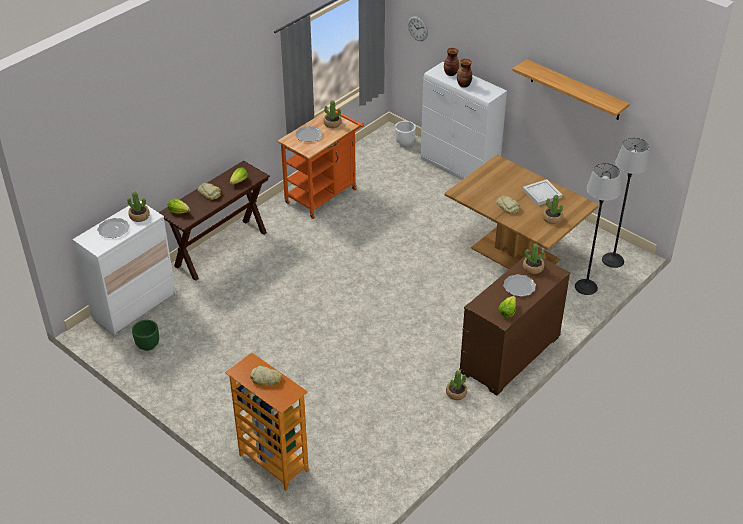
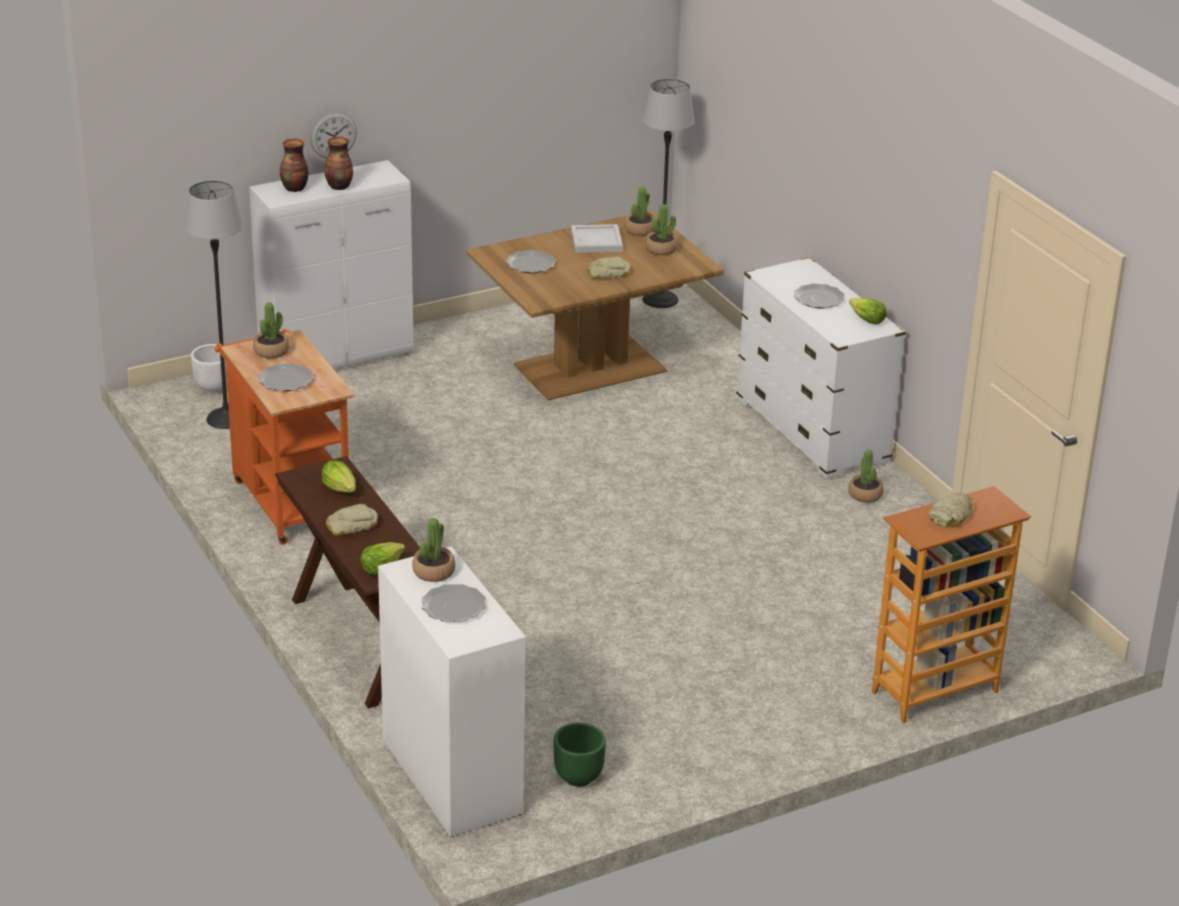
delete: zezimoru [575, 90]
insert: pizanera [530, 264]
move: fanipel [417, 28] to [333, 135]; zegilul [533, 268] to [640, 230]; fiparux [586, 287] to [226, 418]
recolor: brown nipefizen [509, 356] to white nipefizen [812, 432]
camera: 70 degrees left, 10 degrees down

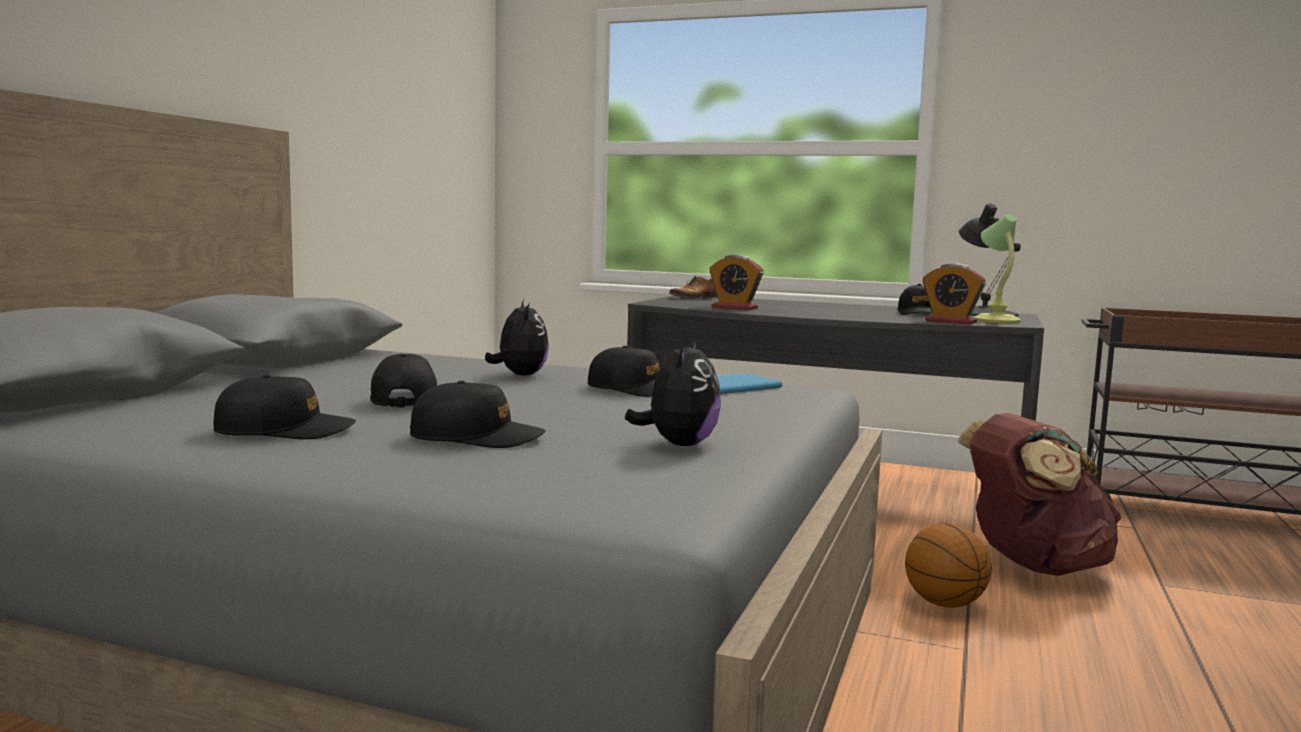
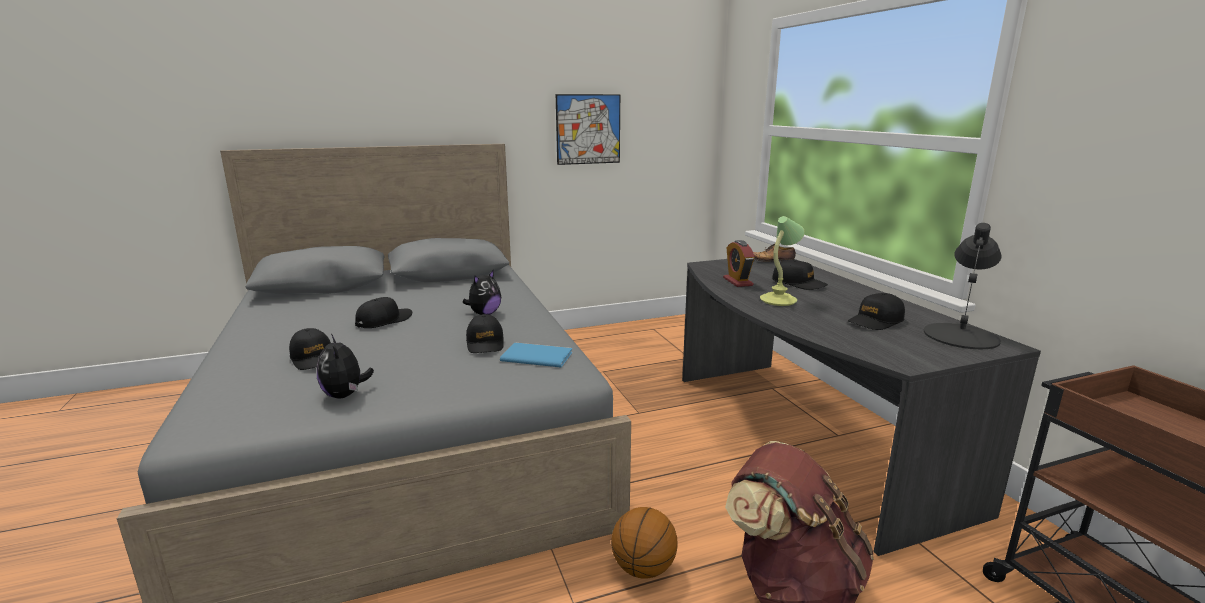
delete: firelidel [950, 322]
insert: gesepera [588, 129]
move: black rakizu [284, 431] to [798, 283]; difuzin [996, 321] to [779, 300]
rotate: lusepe [679, 444] = [345, 395] 90 degrees clockwise
camera: 50 degrees right, 10 degrees up

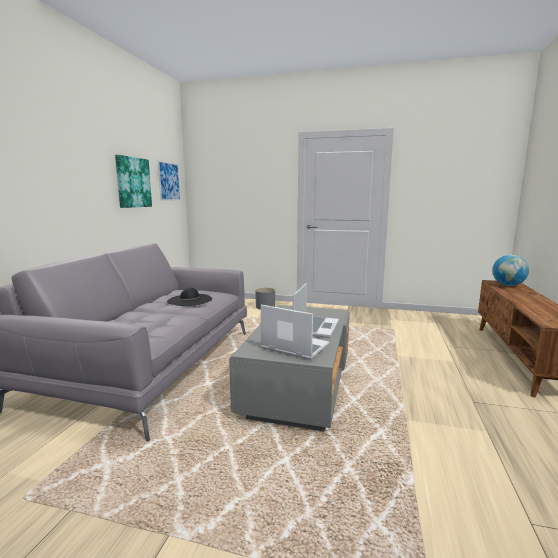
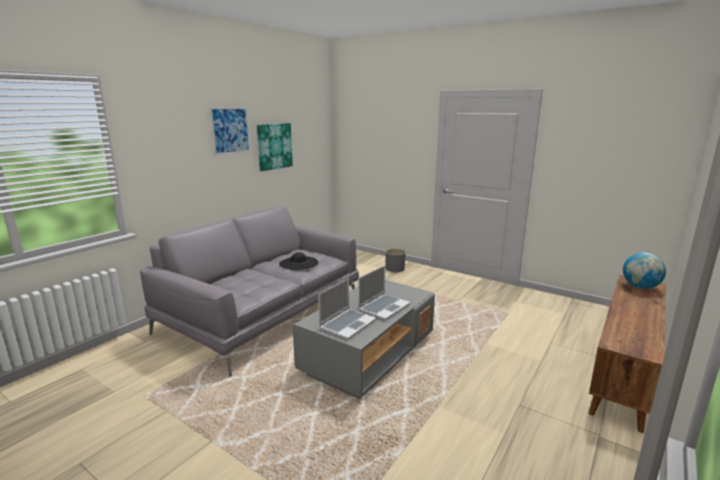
move: gesepera [169, 181] to [230, 130]
rotate: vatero [293, 347] = [347, 324] 75 degrees clockwise
camera: 20 degrees right, 5 degrees up

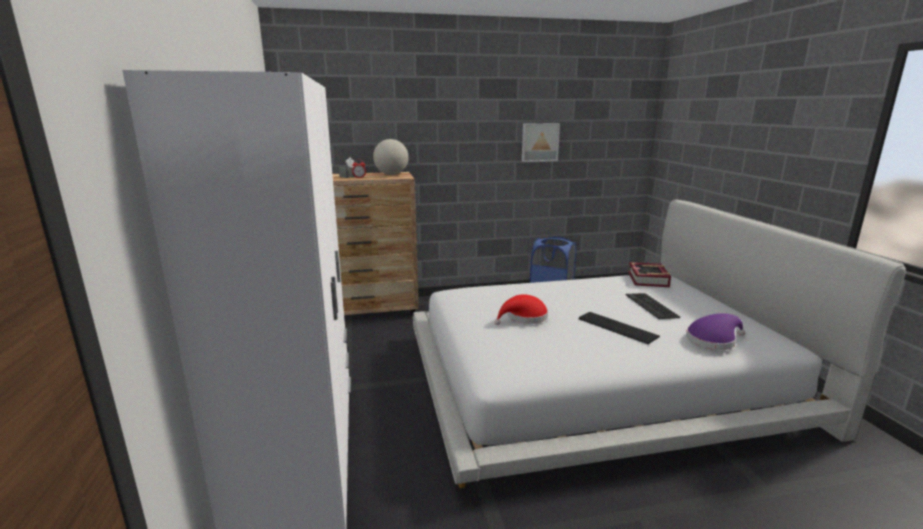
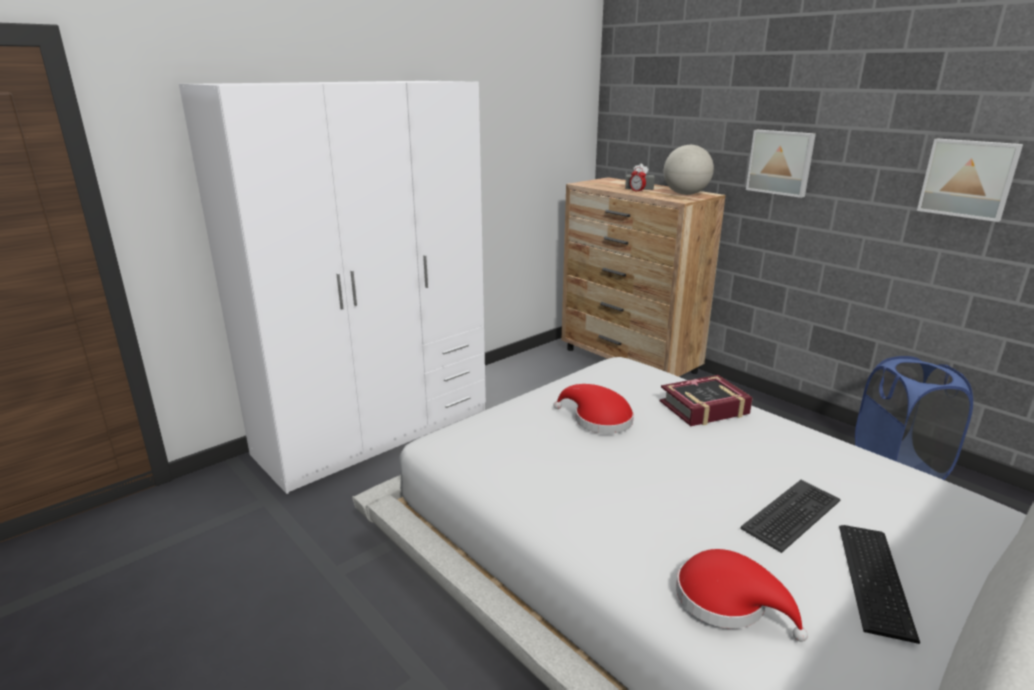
insert: gesepera [780, 162]
move: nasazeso [617, 326] to [877, 578]; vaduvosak [648, 279] to [704, 408]
recolor: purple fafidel [713, 340] to red fafidel [728, 601]
camera: 60 degrees right, 5 degrees up

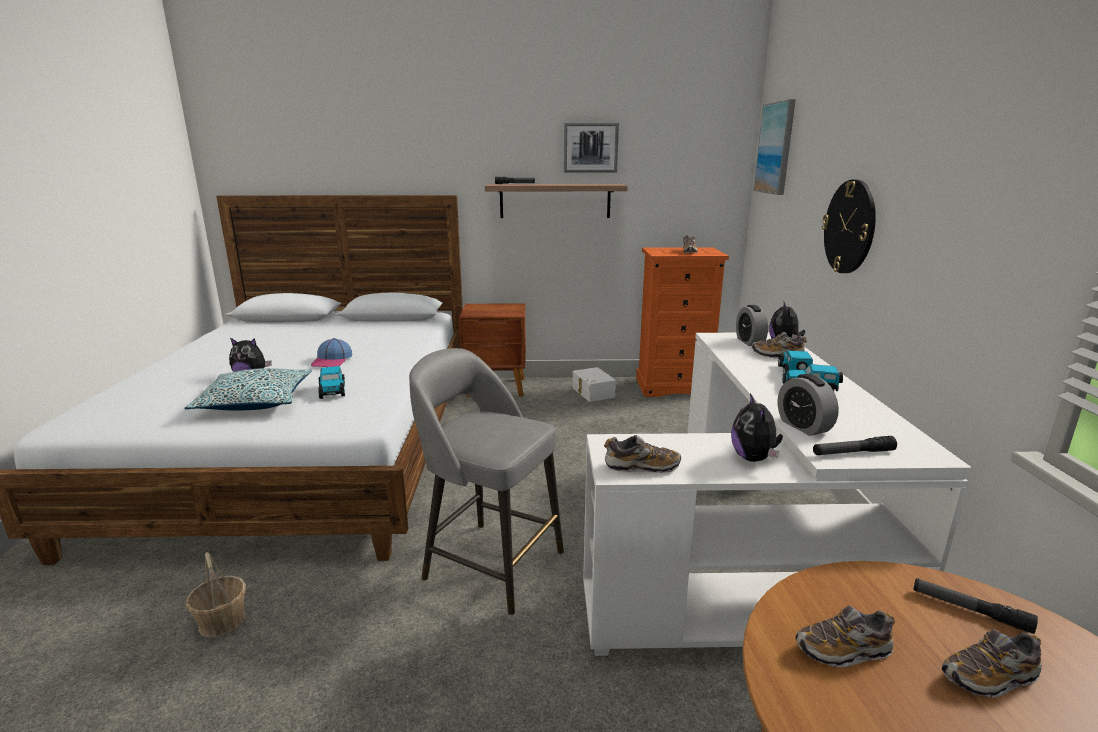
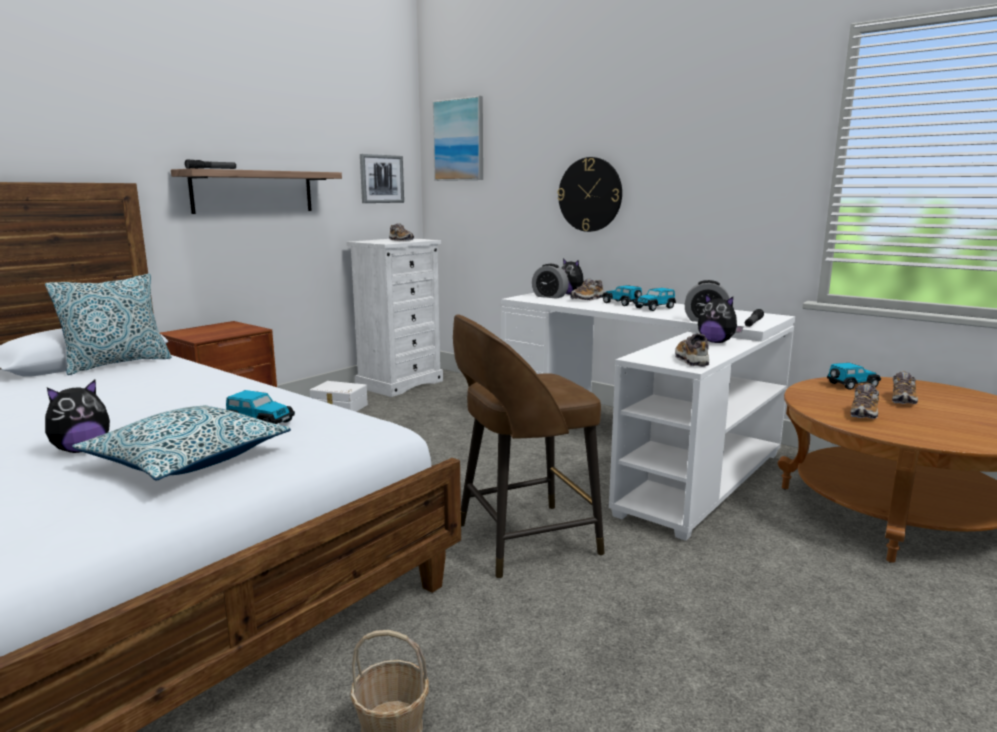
delete: rakizu [332, 361]
insert: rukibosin [117, 364]
move: gesepera [590, 147] to [381, 179]
replace: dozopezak [970, 610] to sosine [851, 385]
recolor: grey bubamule [490, 563] to brown bubamule [523, 540]; orange nipefizen [673, 387] to white nipefizen [400, 383]
rotate: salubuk [641, 467] = [691, 360] 45 degrees counterclockwise
camera: 50 degrees left, 5 degrees down

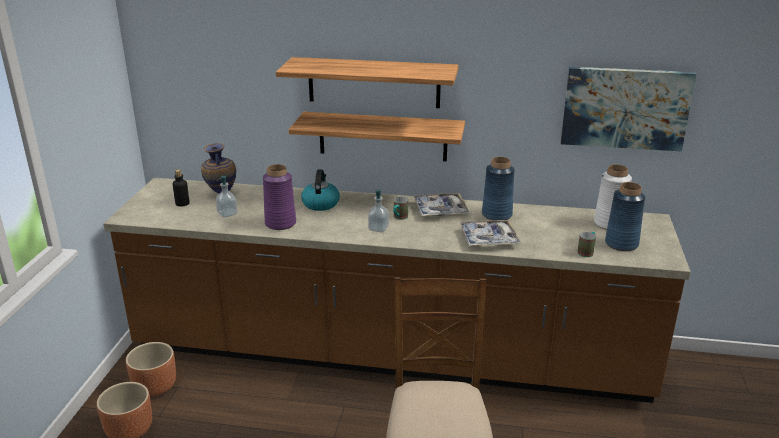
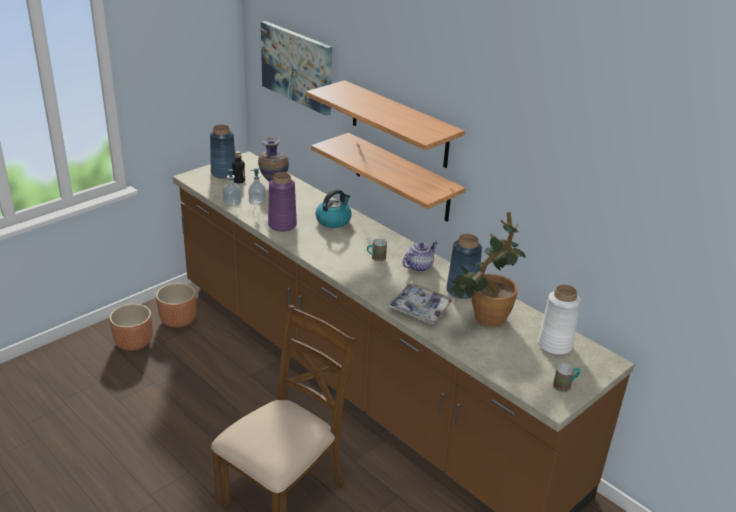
insert: zegilul [483, 320]
move: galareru [378, 228] to [232, 202]; gesepera [625, 108] to [297, 67]; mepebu [587, 252] to [565, 386]; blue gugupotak [621, 243] to [224, 173]
replace: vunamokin [440, 210] to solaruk [419, 266]
camera: 35 degrees right, 5 degrees up

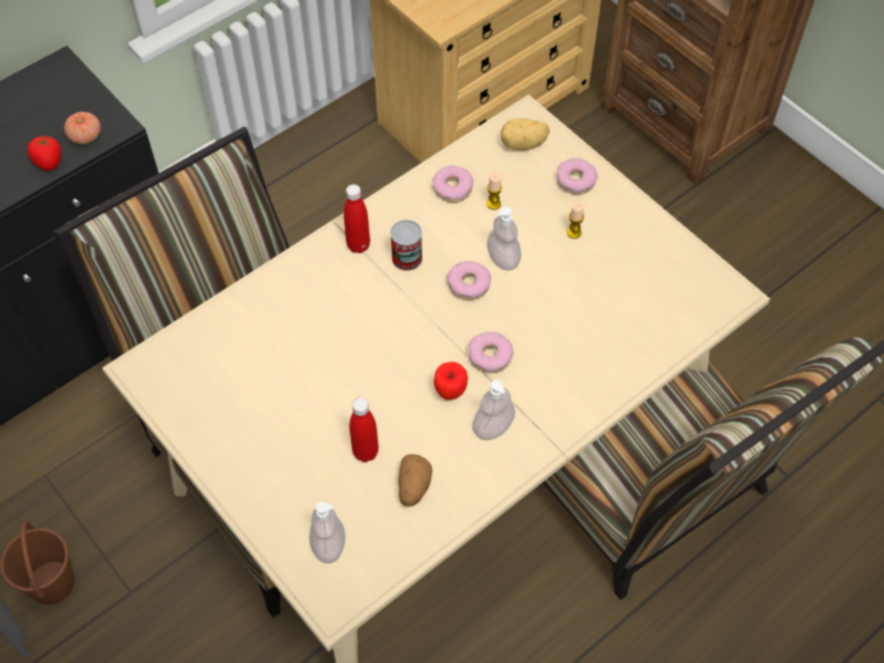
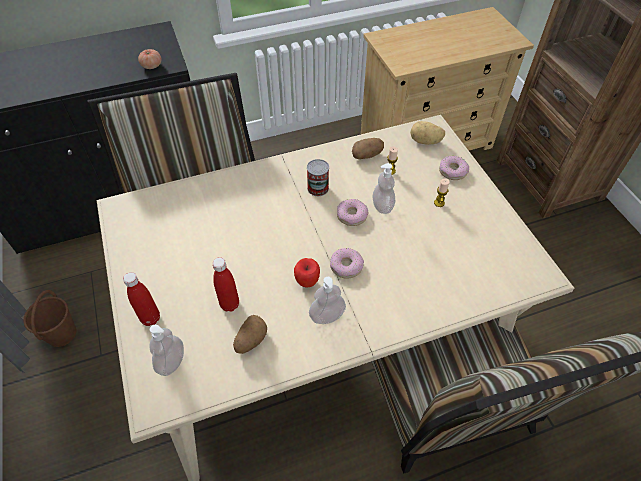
delete: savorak [49, 162]
move: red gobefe [358, 245] to [150, 318]
replace: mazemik [453, 188] to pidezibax [367, 155]
camera: 20 degrees right, 5 degrees down

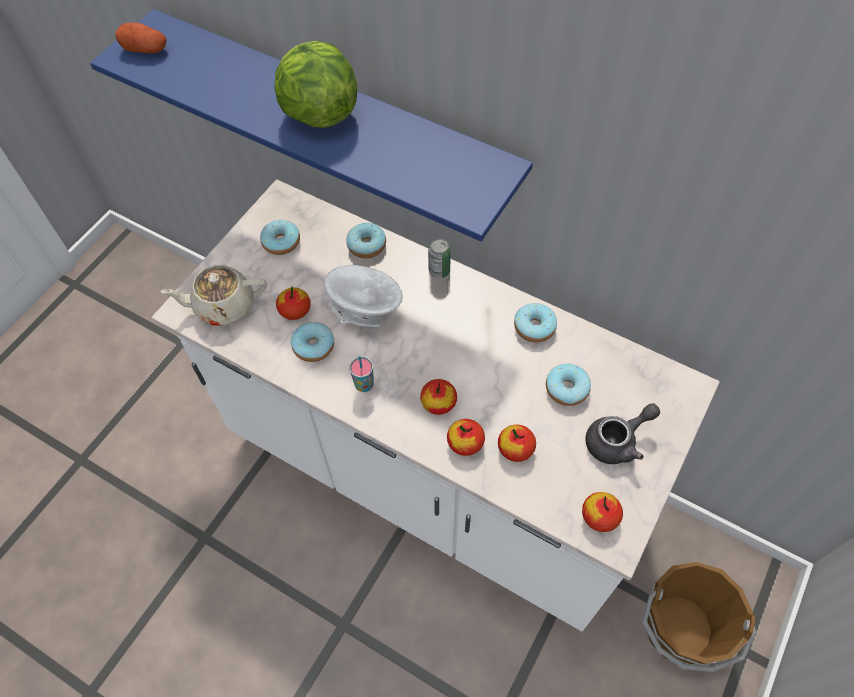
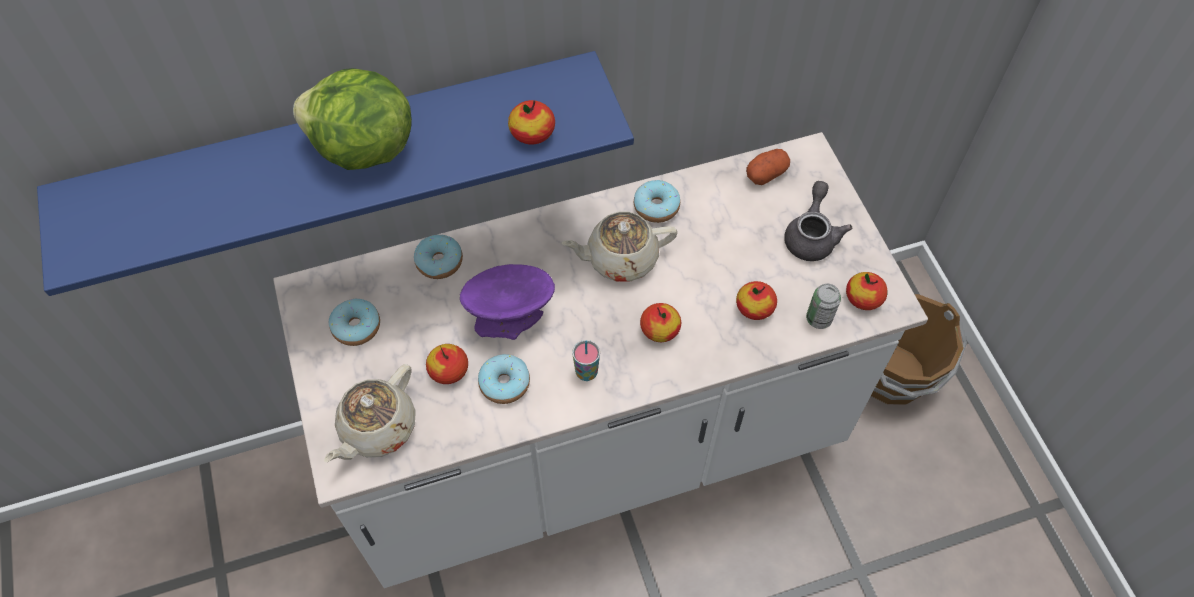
delete: mazemik [567, 389]
insert: beige solaruk [620, 258]
move: pidezibax [145, 49] to [766, 173]; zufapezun [439, 271] to [818, 319]; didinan [465, 443] to [532, 133]
recolor: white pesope [365, 310] to purple pesope [509, 315]
camera: 50 degrees left, 0 degrees up

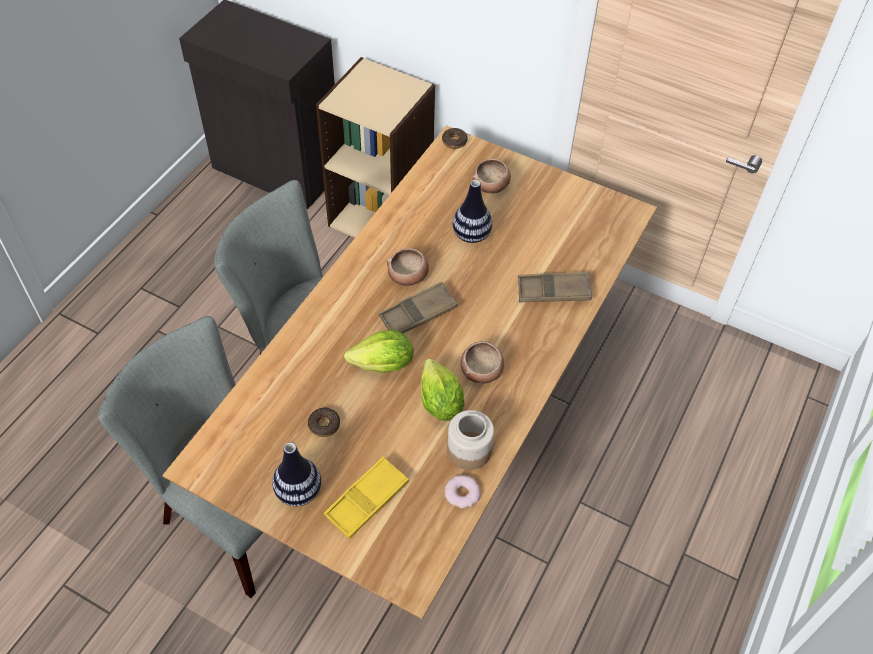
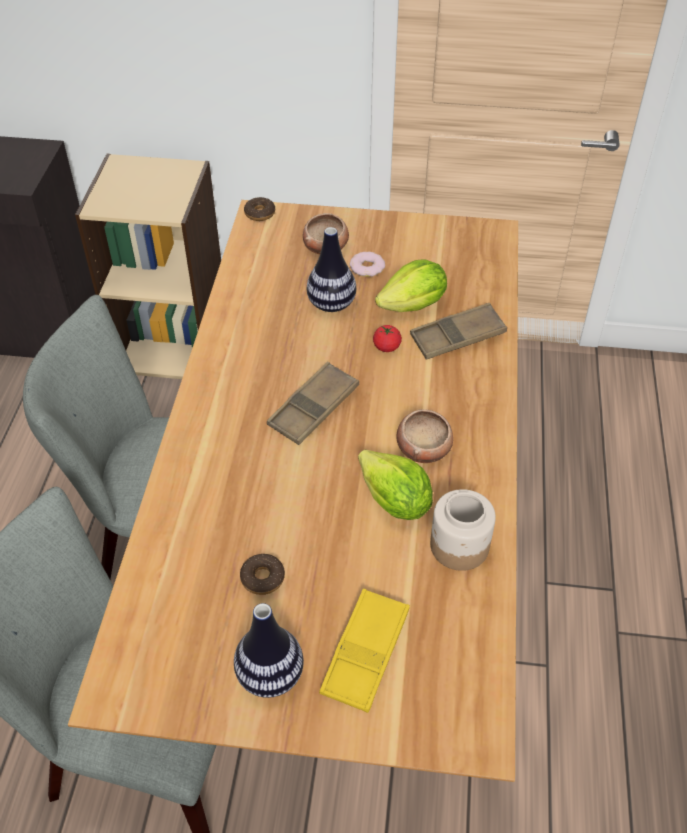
delete: pesope [408, 276]
insert: savorak [386, 347]
move: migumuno [383, 365] to [413, 306]; mazemik [462, 493] to [367, 267]
camera: 20 degrees left, 5 degrees down

